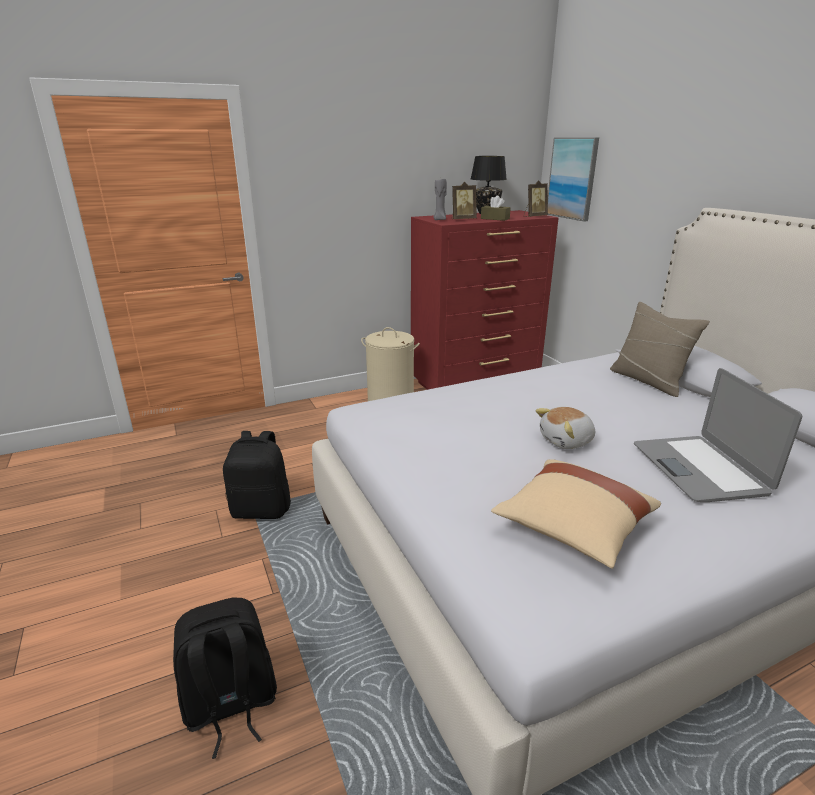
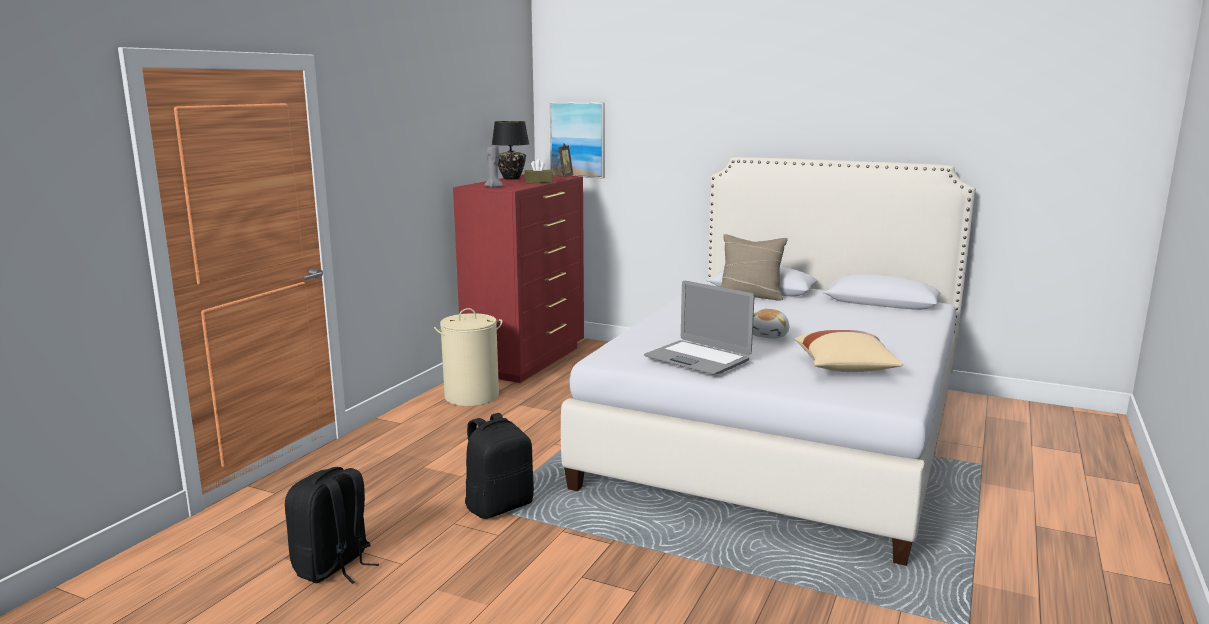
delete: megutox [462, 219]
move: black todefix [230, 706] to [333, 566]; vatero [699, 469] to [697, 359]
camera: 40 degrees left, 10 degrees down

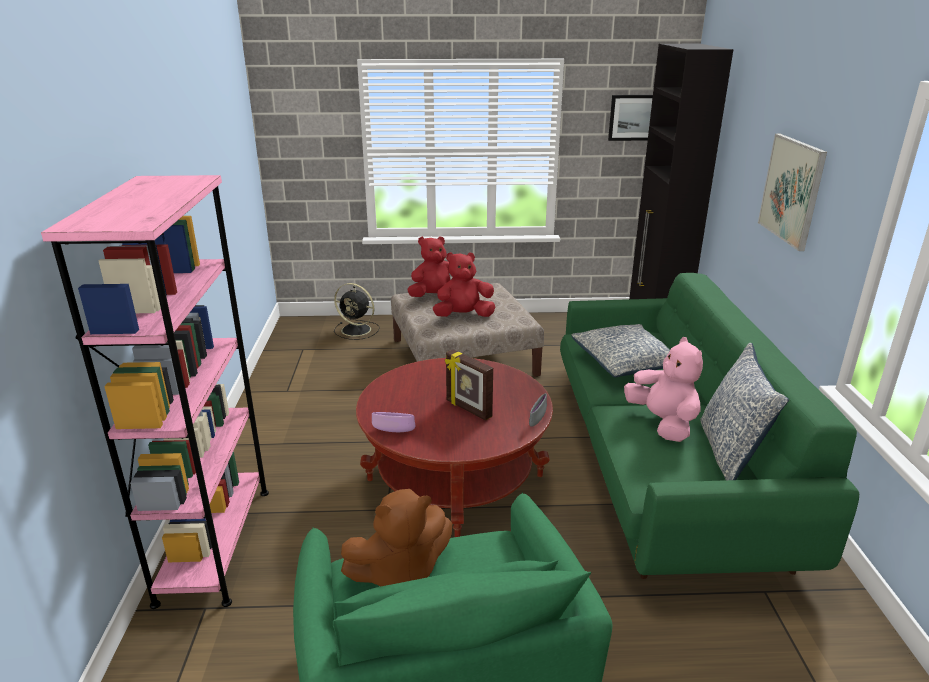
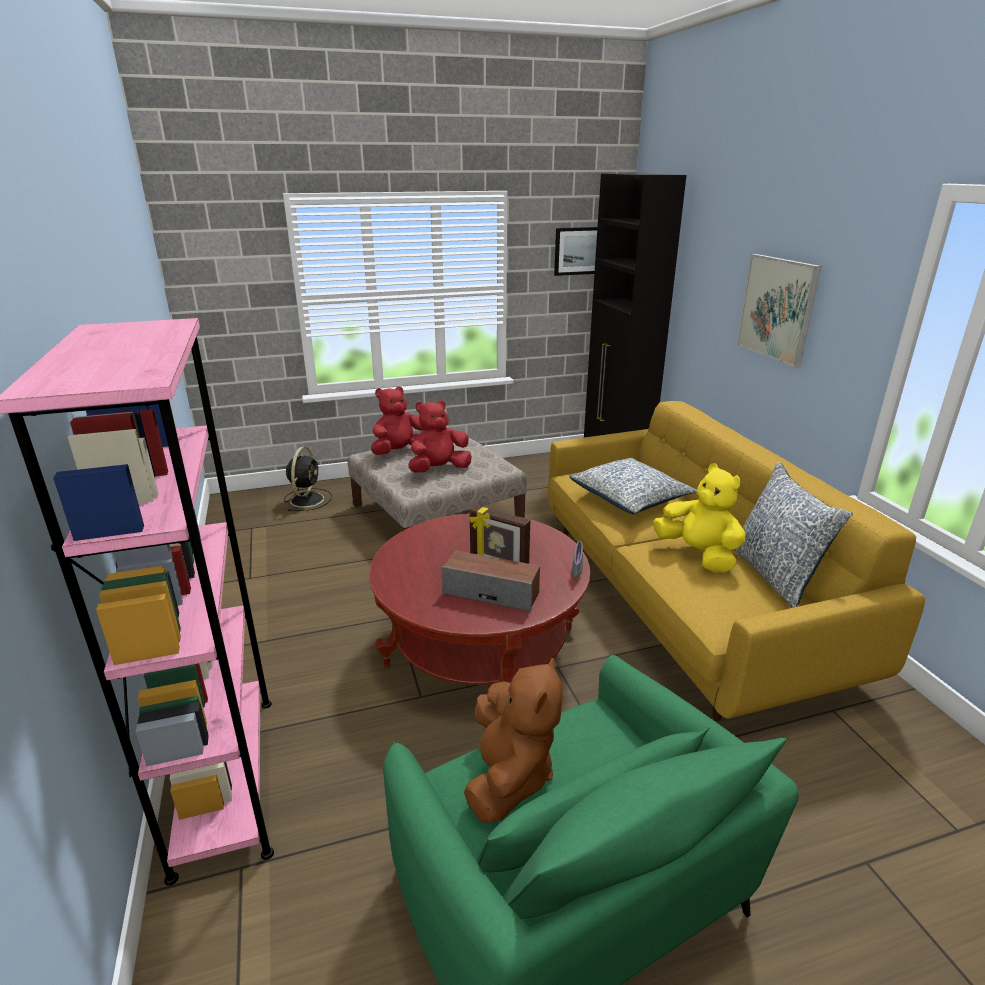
delete: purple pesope [393, 431]
insert: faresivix [491, 592]
recolor: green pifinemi [662, 464] to yellow pifinemi [681, 597]; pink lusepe [663, 423] to yellow lusepe [698, 555]
rotate: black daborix [357, 330] = [307, 499] 90 degrees counterclockwise; brown lusepe [400, 573] = [509, 776] 45 degrees counterclockwise
camera: 15 degrees left, 0 degrees up

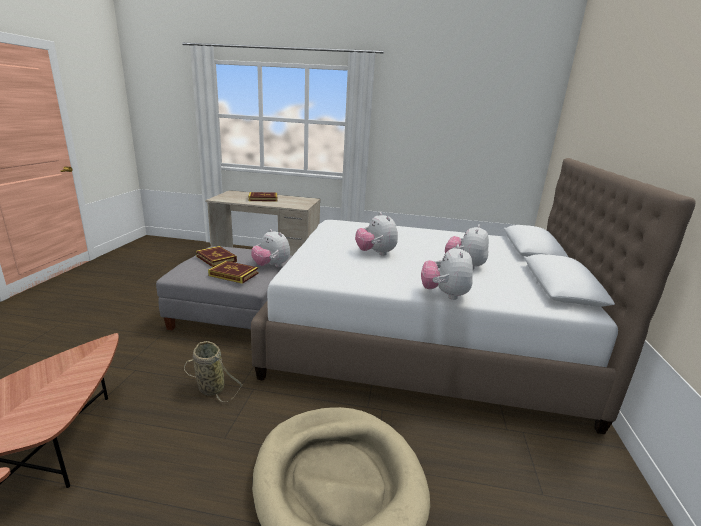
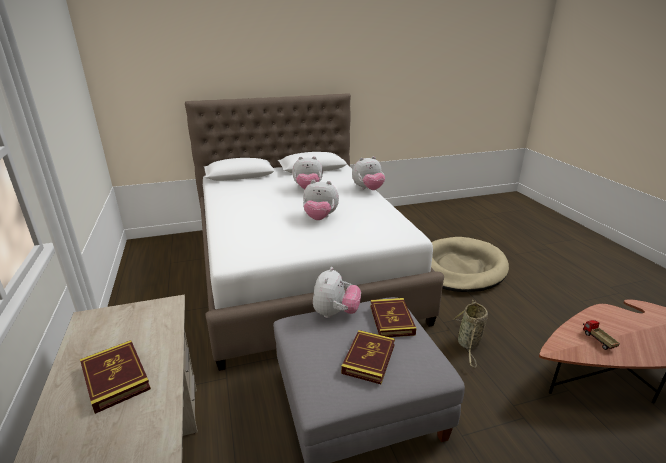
insert: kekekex [598, 340]
rotate: lusepe [375, 253] = [320, 218] 60 degrees clockwise
camera: 115 degrees left, 5 degrees up

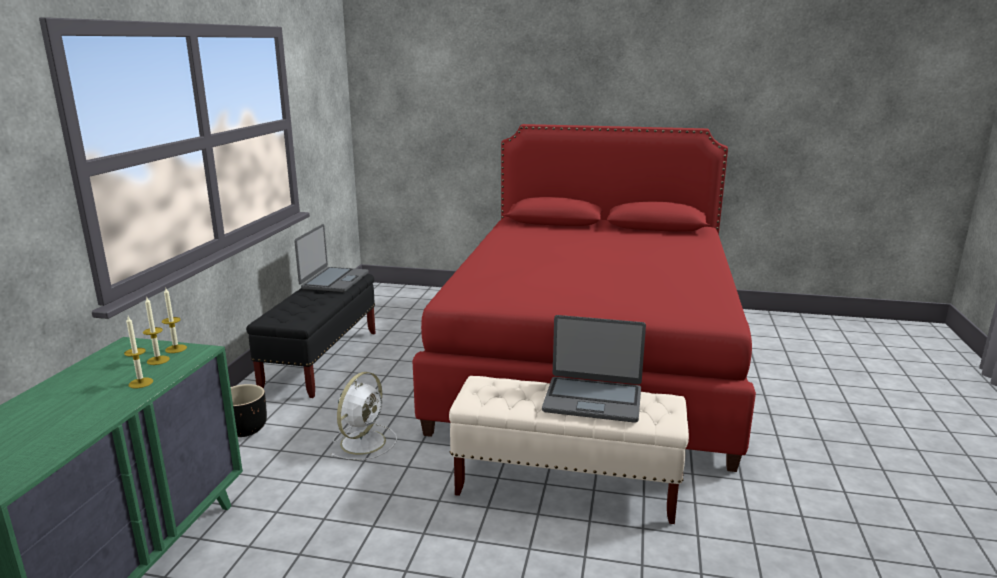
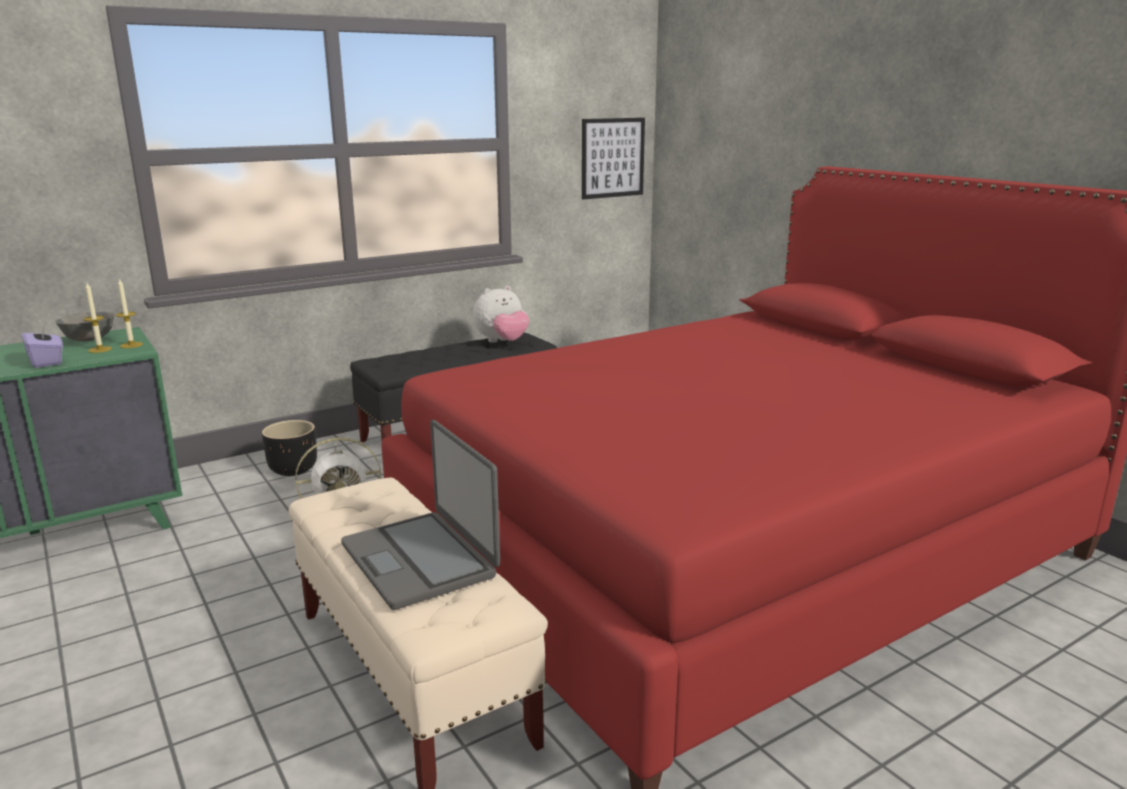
insert: grey pesope [89, 339]; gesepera [613, 158]
replace: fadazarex [141, 383] to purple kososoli [47, 361]; vatero [334, 280] to lusepe [502, 342]
camera: 45 degrees right, 0 degrees up

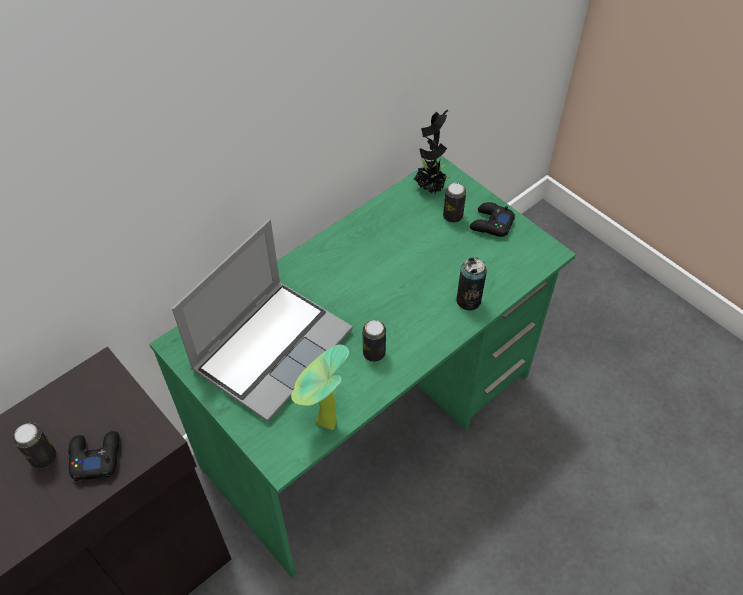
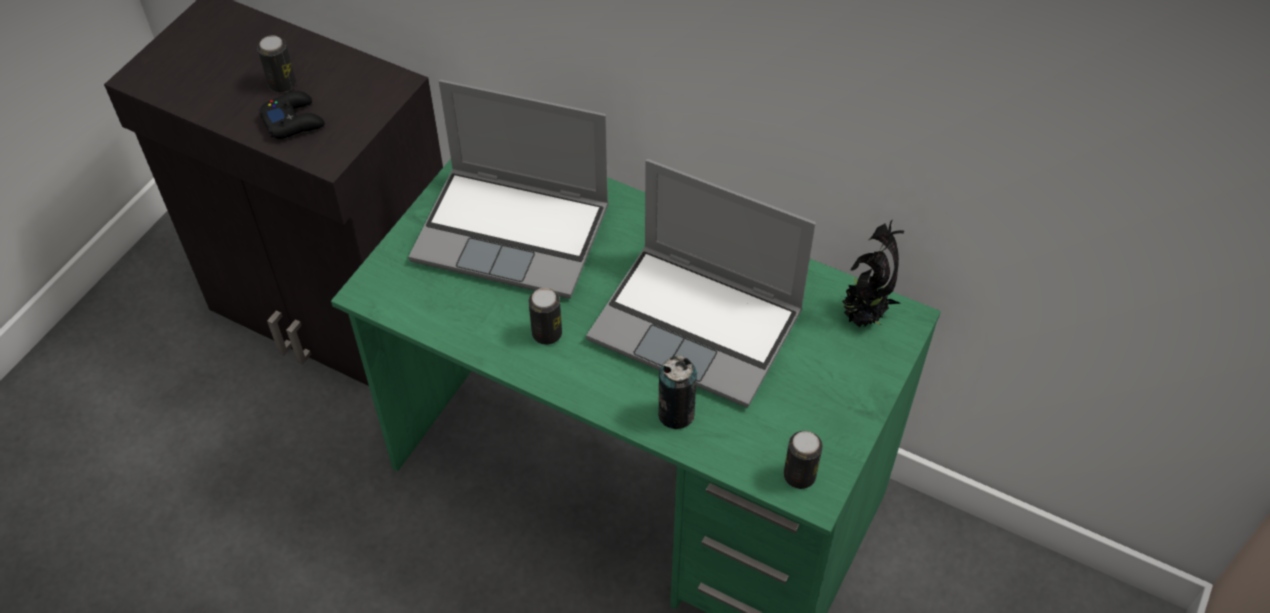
delete: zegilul [323, 425]; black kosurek [491, 224]
insert: vatero [699, 325]
move: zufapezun [452, 216] to [799, 476]
camera: 70 degrees right, 0 degrees up

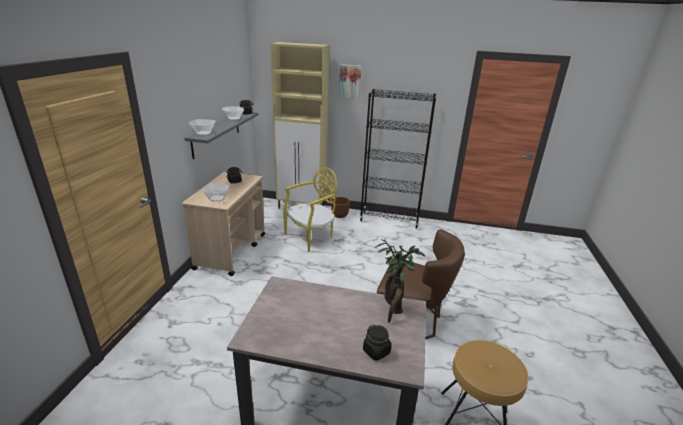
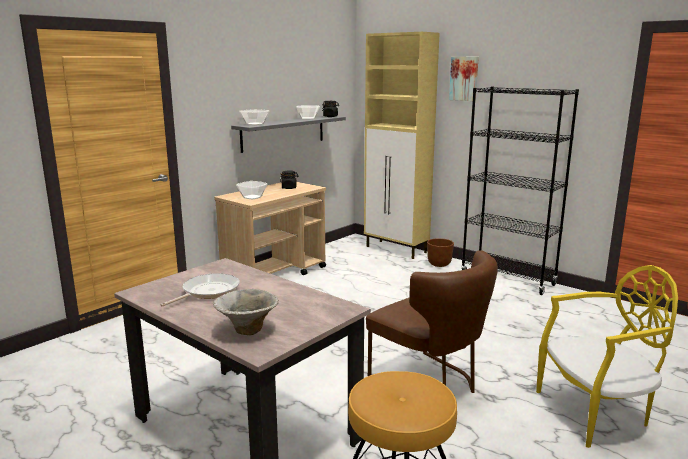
delete: zegilul [393, 309]
insert: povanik [208, 291]
move: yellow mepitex [311, 237] to [596, 413]
replace: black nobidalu [376, 351] to pesope [247, 330]
camera: 30 degrees right, 10 degrees down

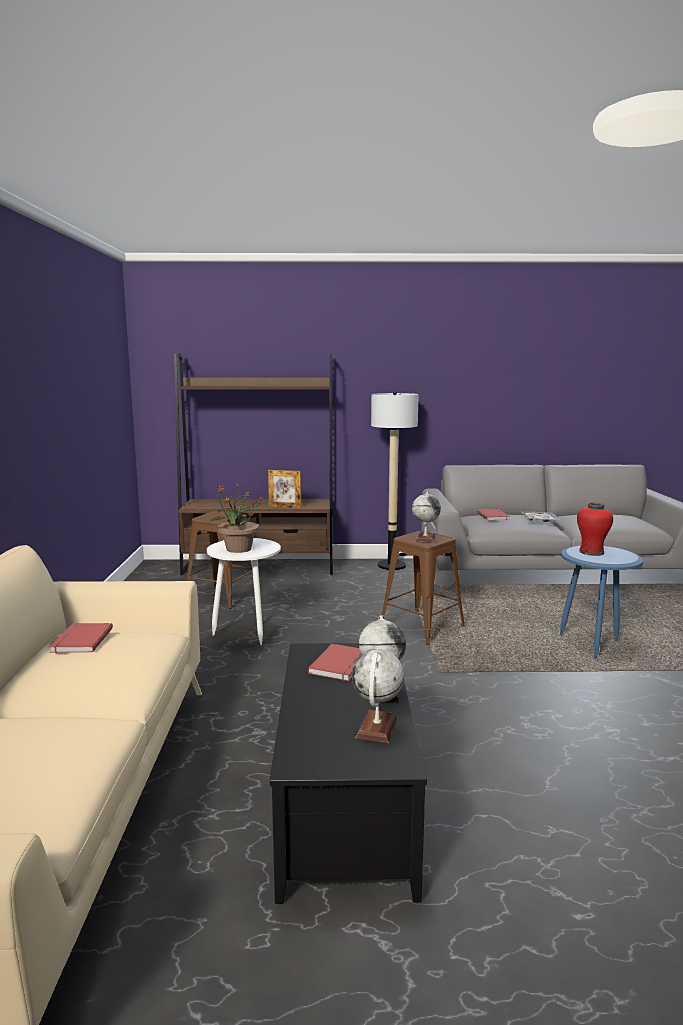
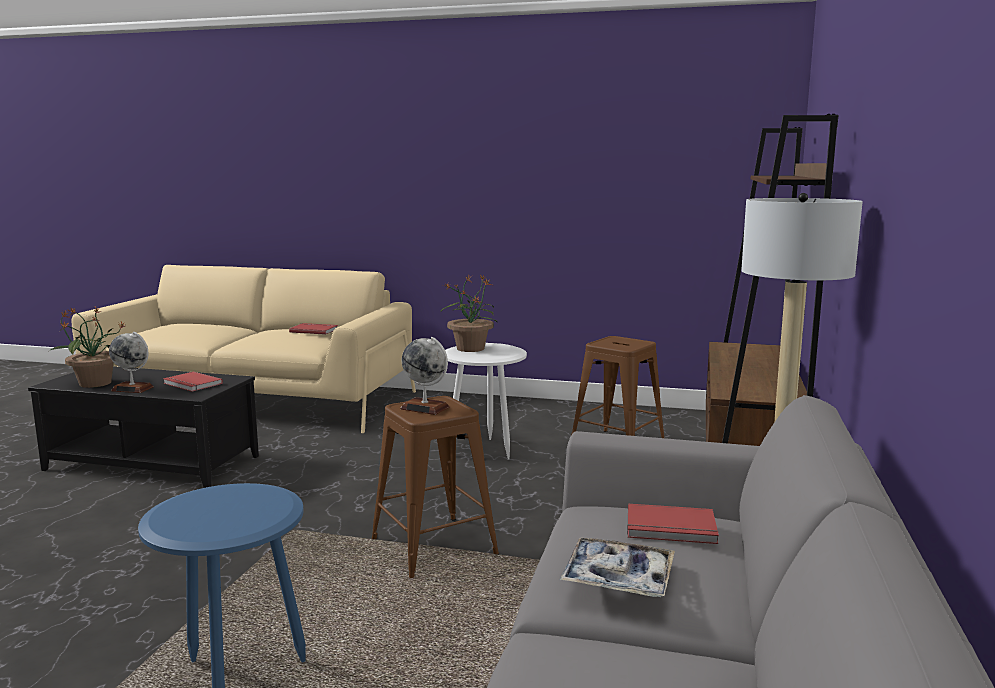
delete: megutox [285, 507]; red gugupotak [591, 552]
replace: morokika [377, 728] to zegilul [94, 383]
camera: 105 degrees right, 0 degrees up

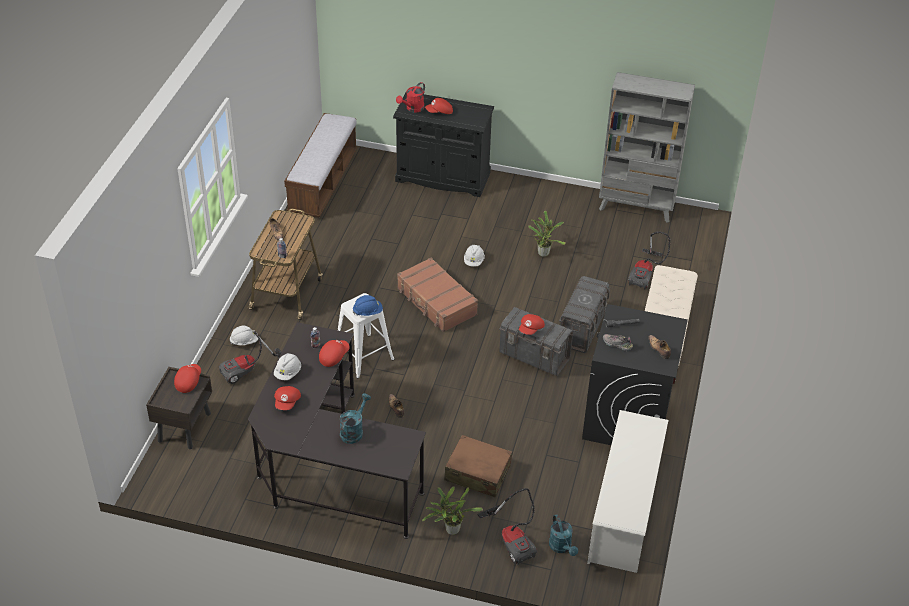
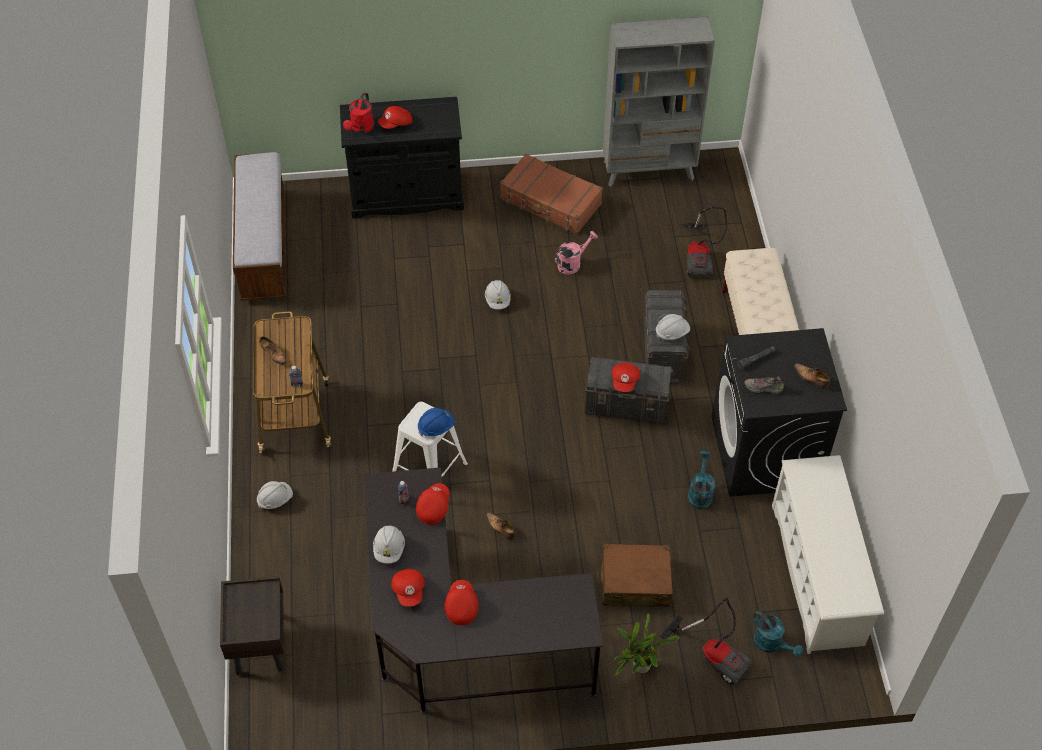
delete: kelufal [249, 371]
insert: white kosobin [672, 332]
move: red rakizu [188, 382] to [461, 606]; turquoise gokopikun [353, 431] to [700, 493]; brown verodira [436, 302] to [550, 202]
replace: zegilul [543, 252] to pink gokopikun [572, 263]
camera: 20 degrees left, 10 degrees up

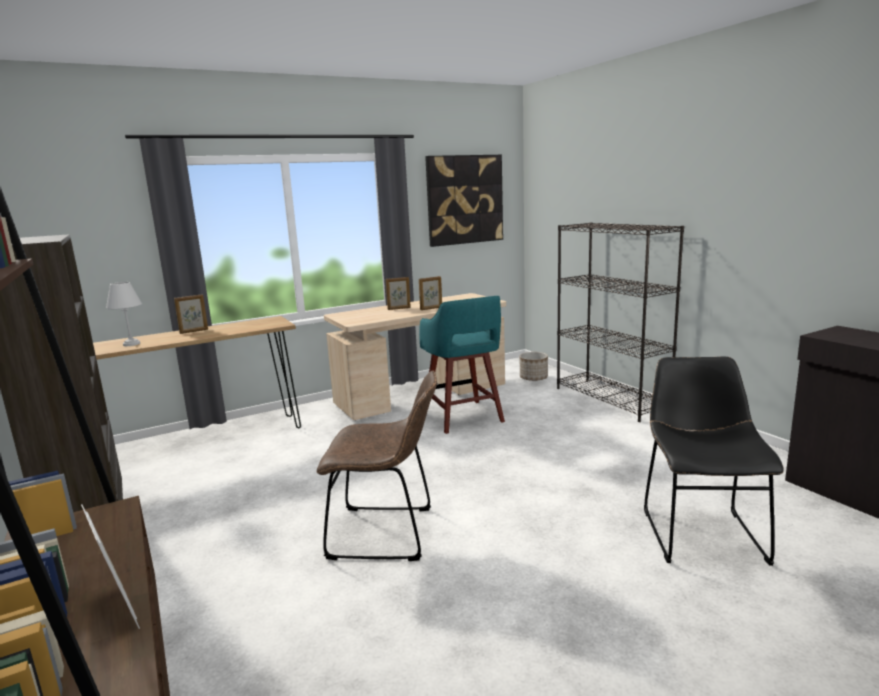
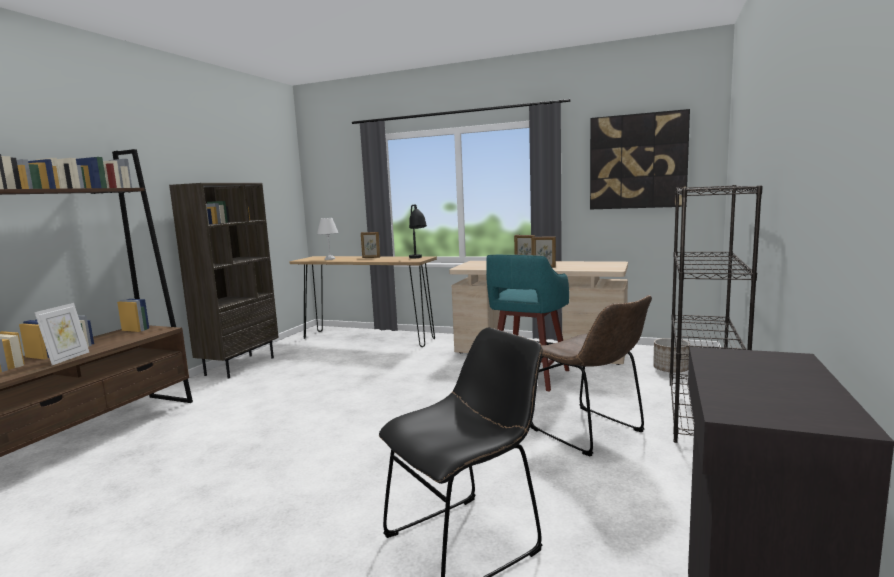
insert: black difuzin [418, 259]
move: brown mepitex [388, 533] to [590, 432]
camera: 50 degrees right, 5 degrees down

